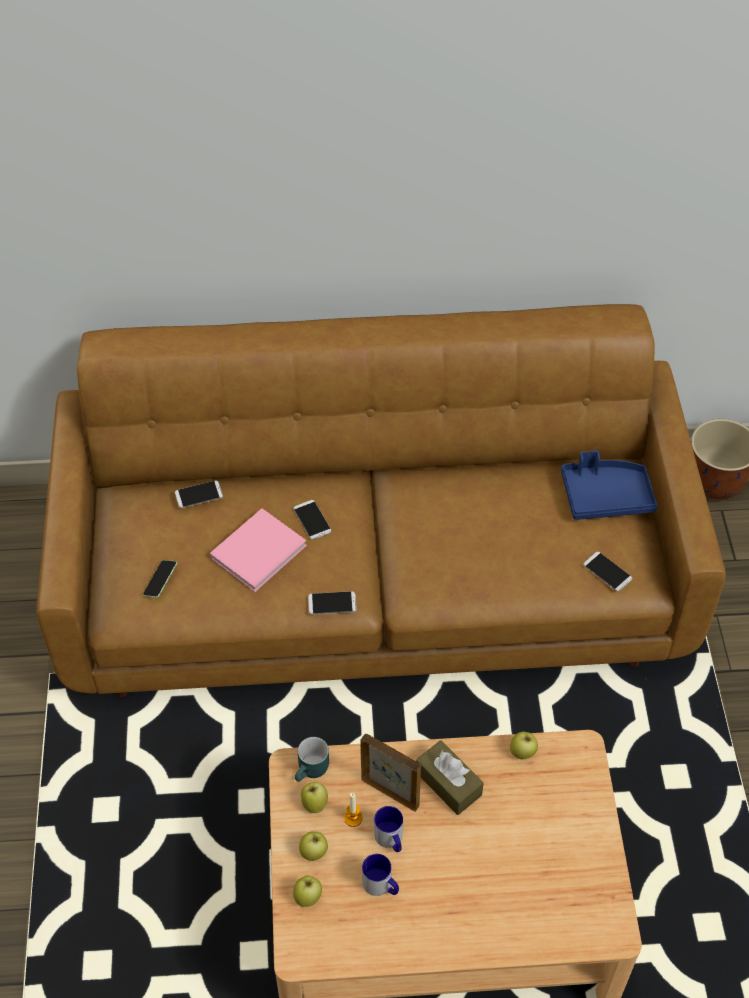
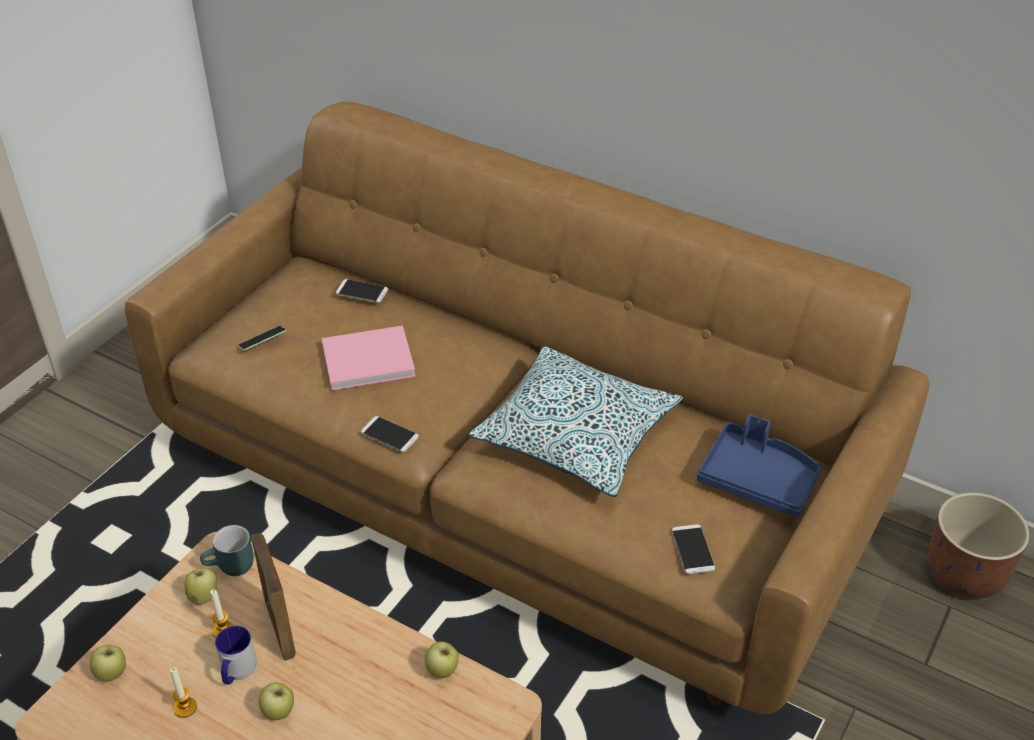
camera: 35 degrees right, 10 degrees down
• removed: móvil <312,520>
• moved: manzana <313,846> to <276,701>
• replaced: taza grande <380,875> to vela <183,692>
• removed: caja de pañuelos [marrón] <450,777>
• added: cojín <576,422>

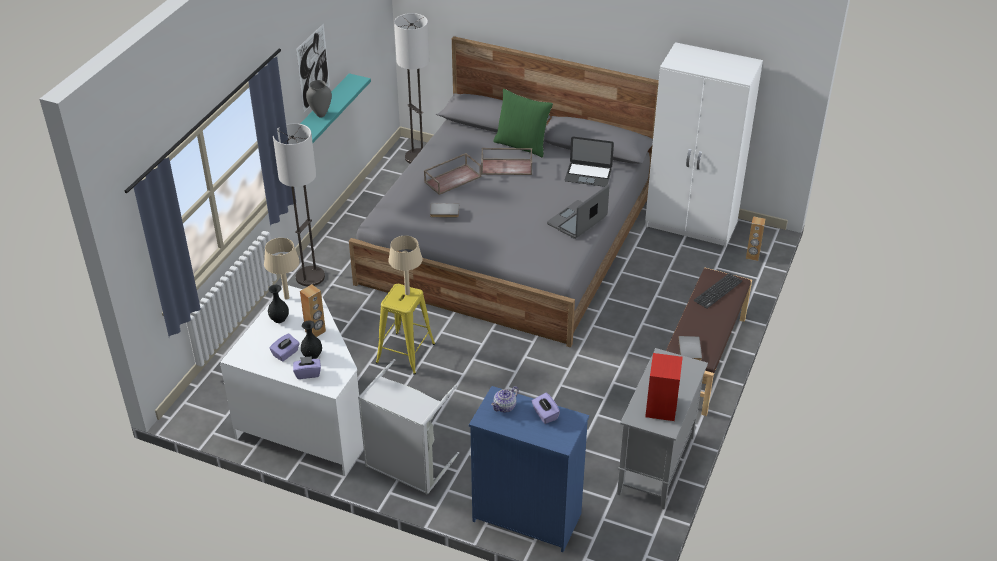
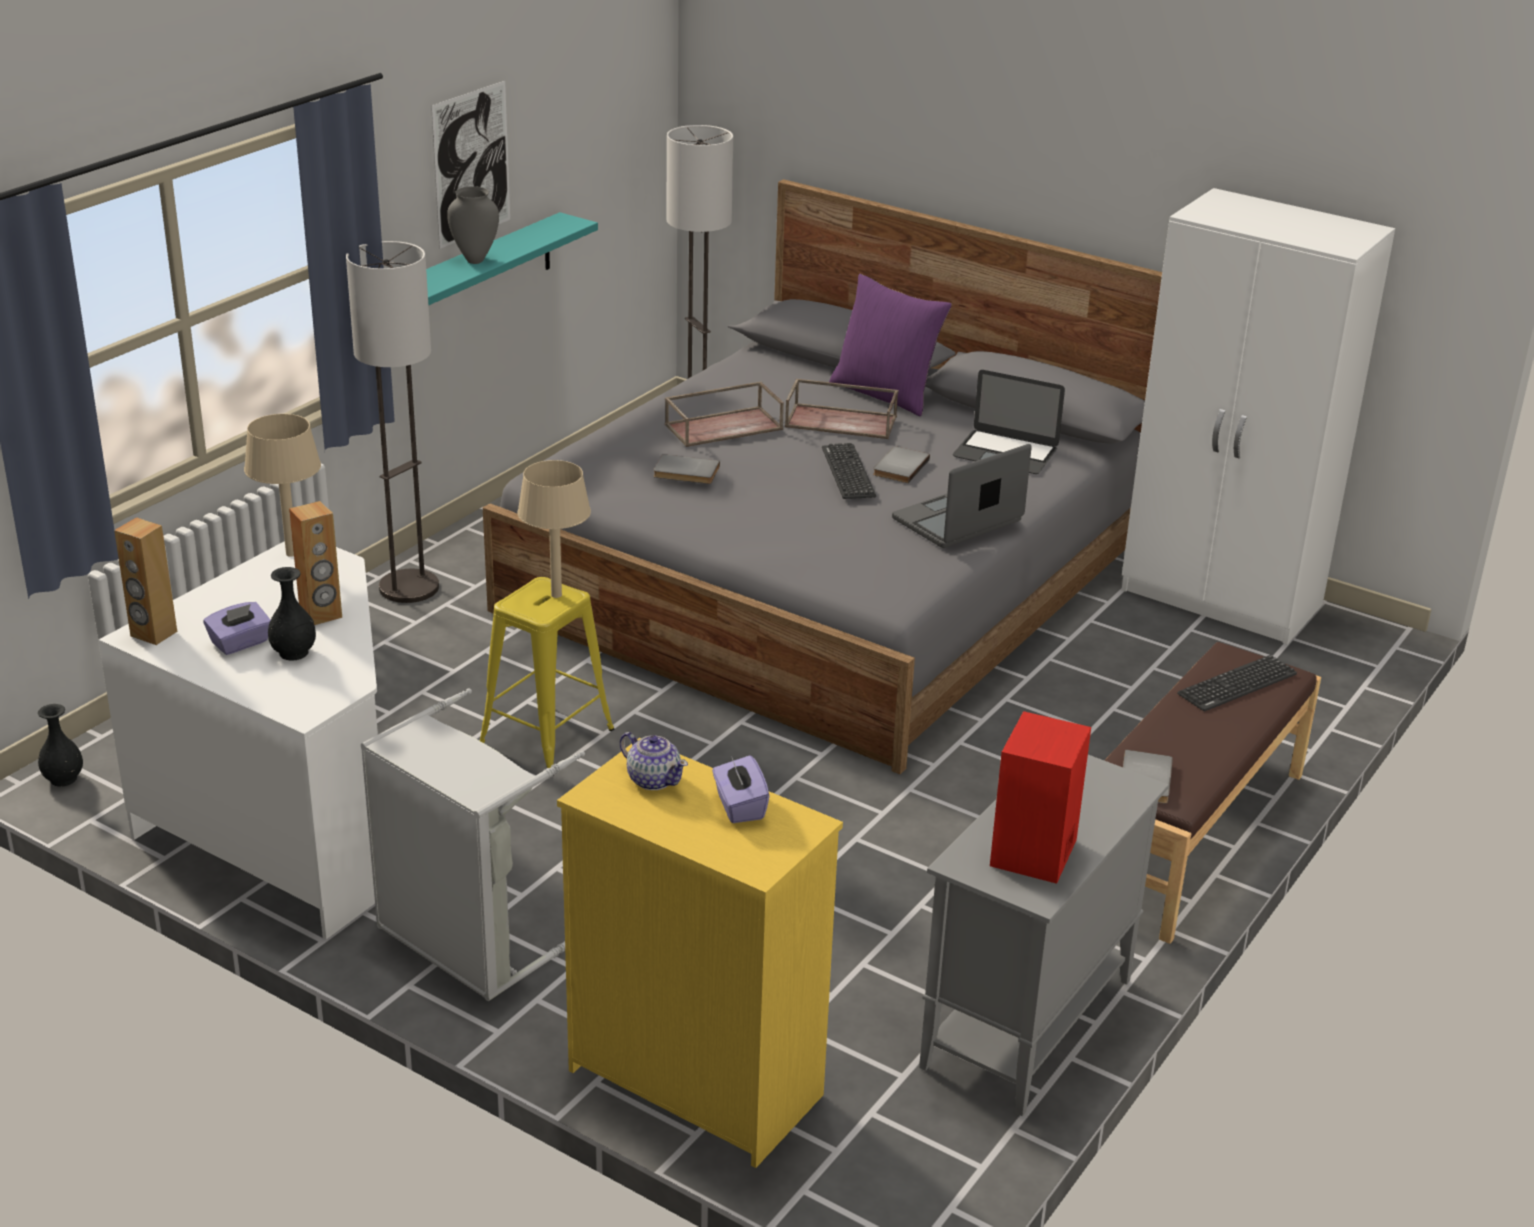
camera: 10 degrees right, 10 degrees down
• moved: florero [negro] <278,304> to <60,745>
• removed: caja de pañuelos [morado] <307,367>
• recoloured: cómoda [azul] <529,469> to cómoda [amarillo] <700,953>
• turned: tetera <505,399> = <654,761> 105 degrees counterclockwise
• recoloured: cojín [verde] <523,123> to cojín [morado] <890,345>
• moved: altavoz [marrón] <755,238> to <145,581>
• added: teclado <849,471>
• added: libro [gris] <901,464>

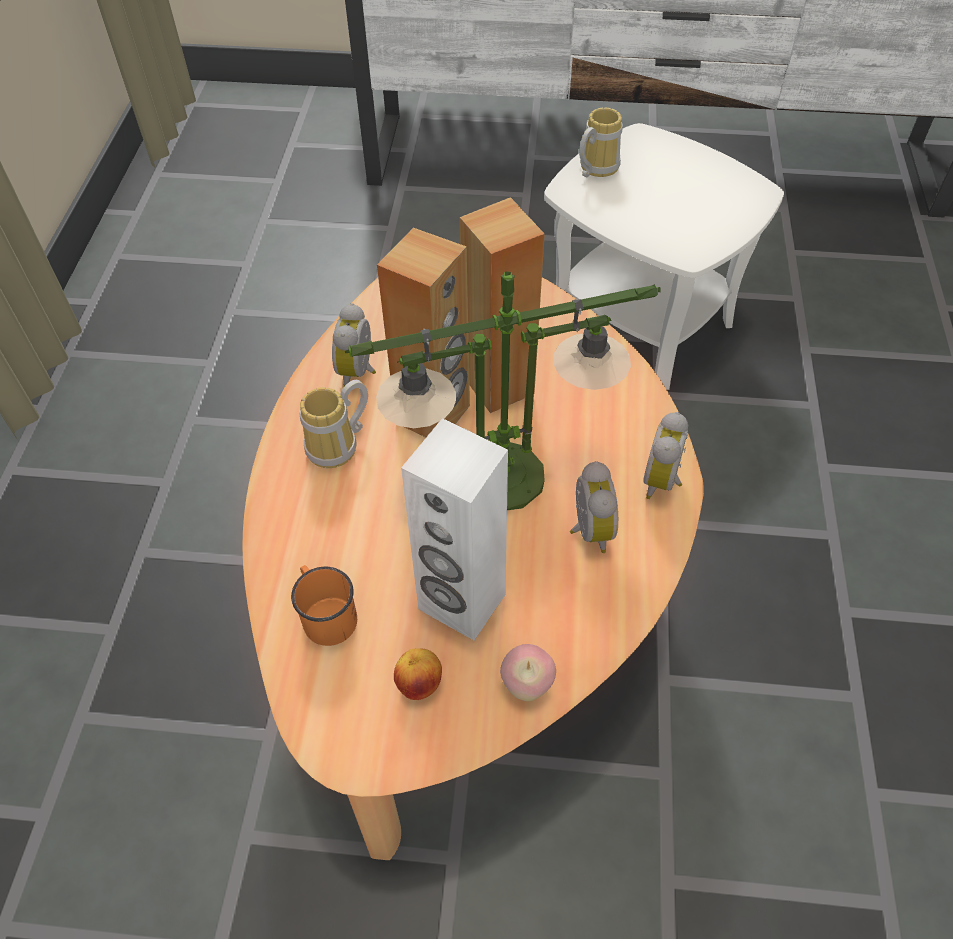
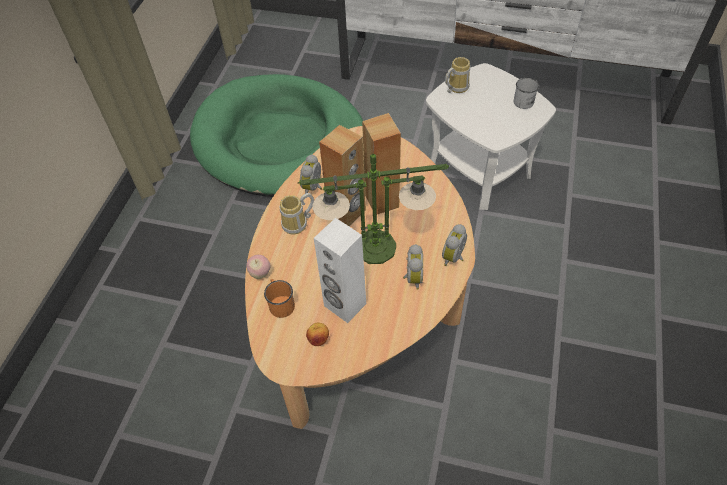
camera: 10 degrees right, 0 degrees up
• moved: manzana <528,672> to <258,267>
• added: cama para perro [verde] <276,135>
• added: taza grande [blanco] <526,93>

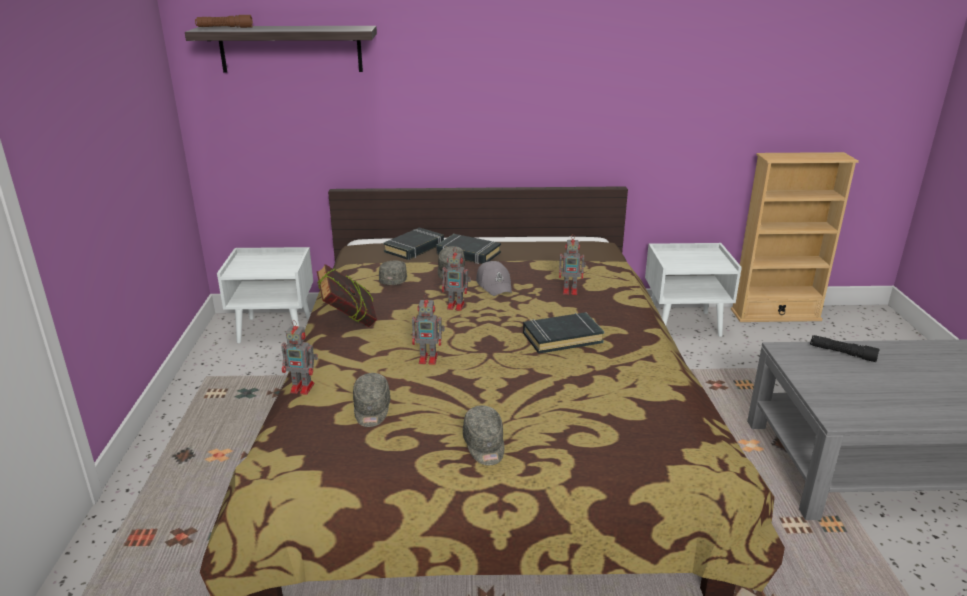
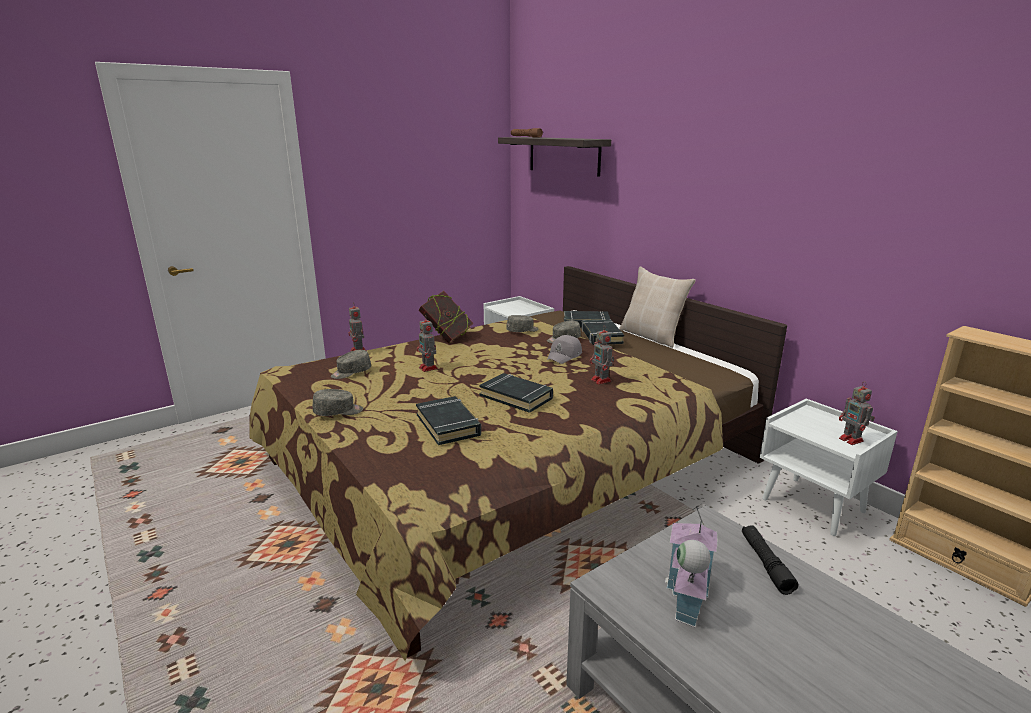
camera: 55 degrees right, 5 degrees down
• moved: robot de juguete <456,279> to <857,413>
• turned: gorra [gris] <483,435> = <338,402> 150 degrees counterclockwise
• added: libro [negro] <448,420>
• added: cojín [beis] <657,307>
• added: casita <691,566>

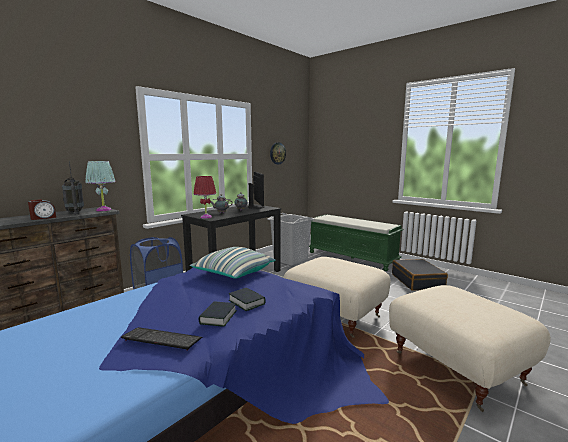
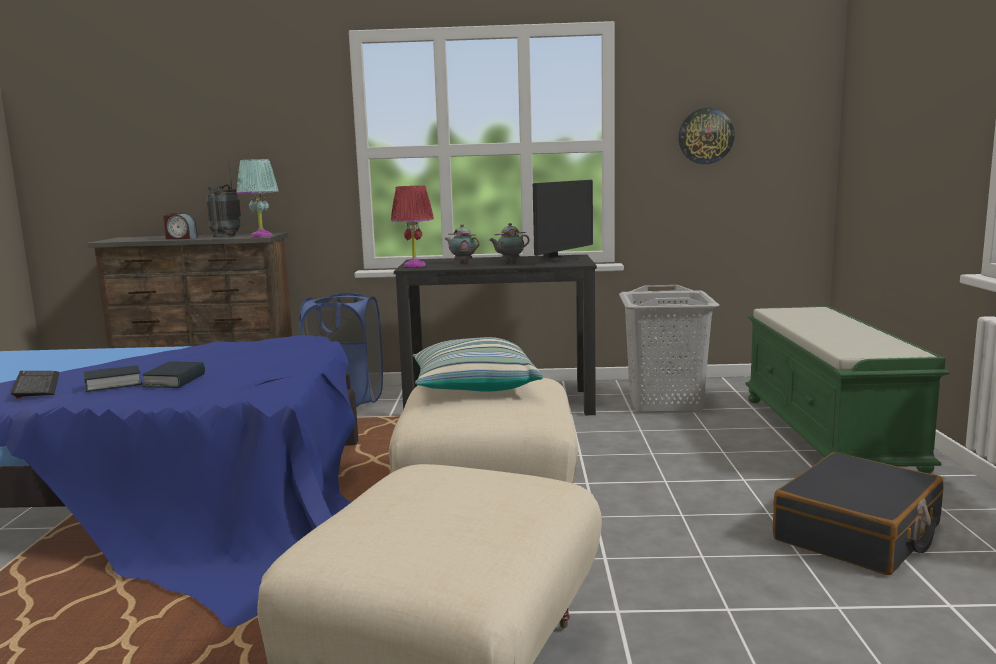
camera: 50 degrees right, 0 degrees up
• moved: cojín <233,263> to <478,364>

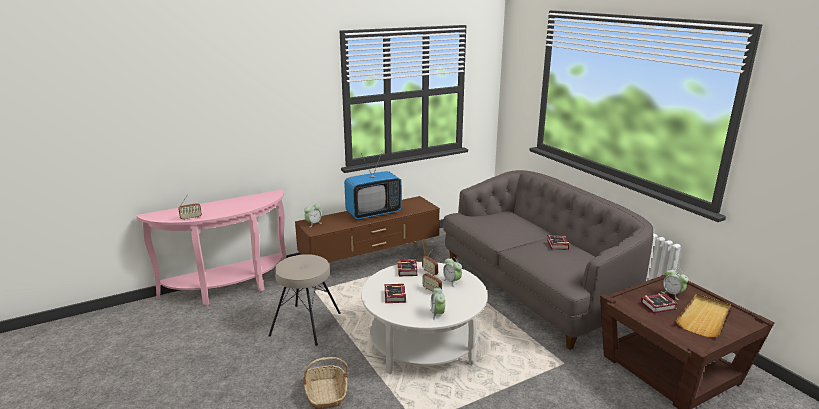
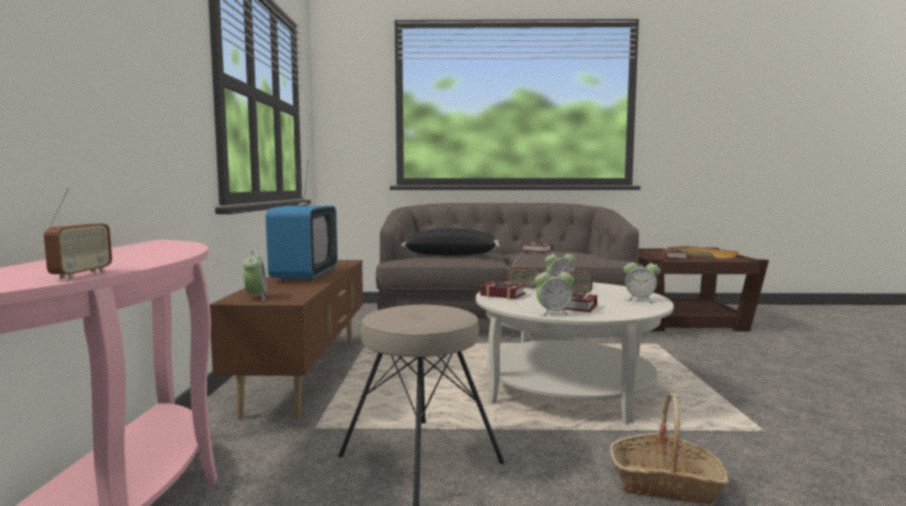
camera: 60 degrees left, 15 degrees down
• moved: despertador <675,284> to <554,291>
• added: cojín [negro] <451,242>

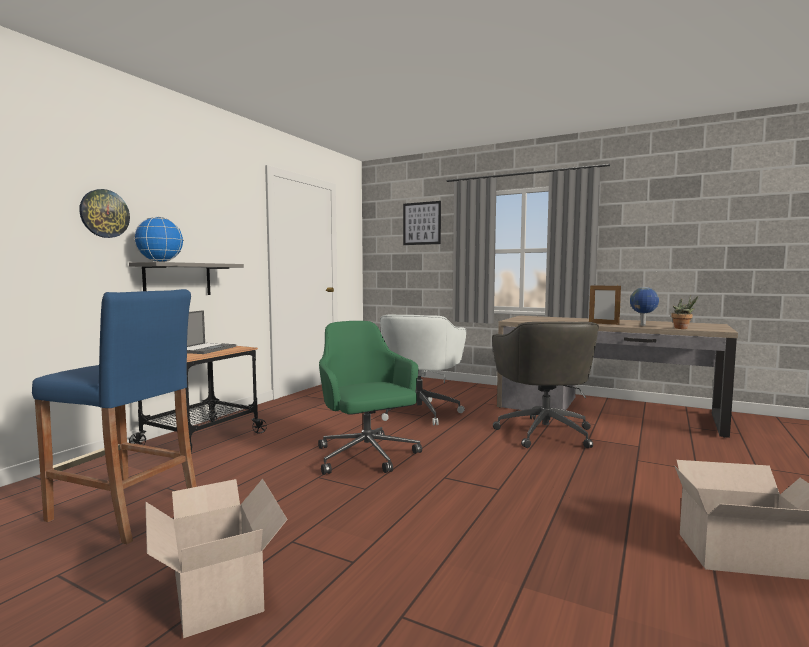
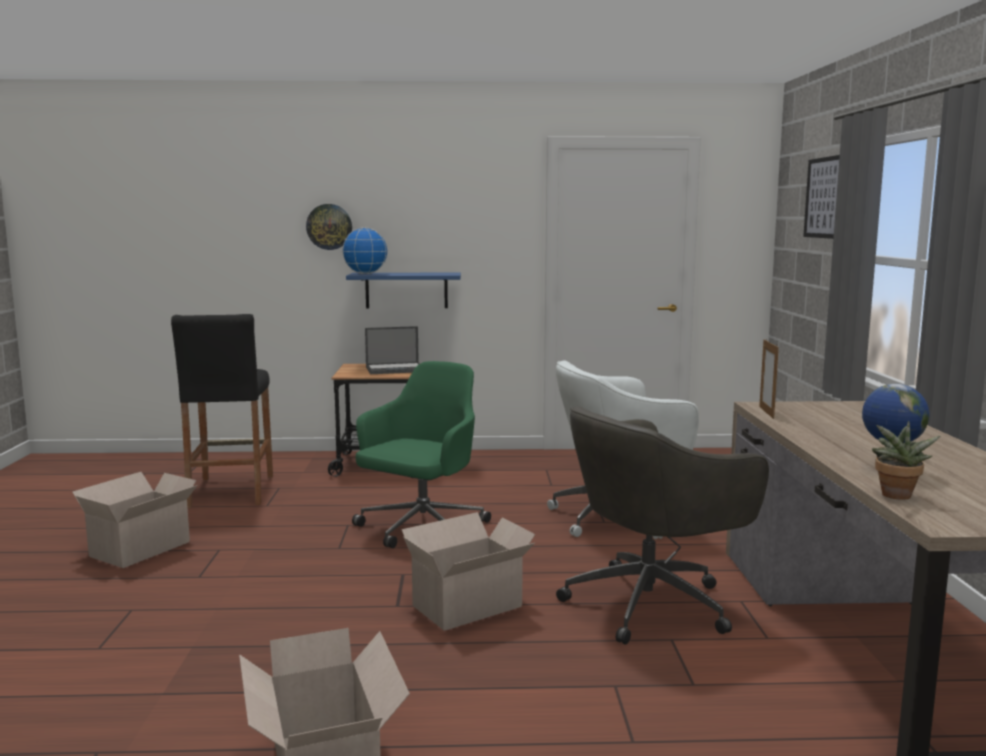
camera: 60 degrees right, 5 degrees up
• recoloured: taburete [azul] <114,416> to taburete [negro] <222,411>
• recoloured: estante [gris] <186,278> to estante [azul] <403,290>
• moved: portarretratos <605,304> to <769,379>
• added: caja de cartón <468,571>

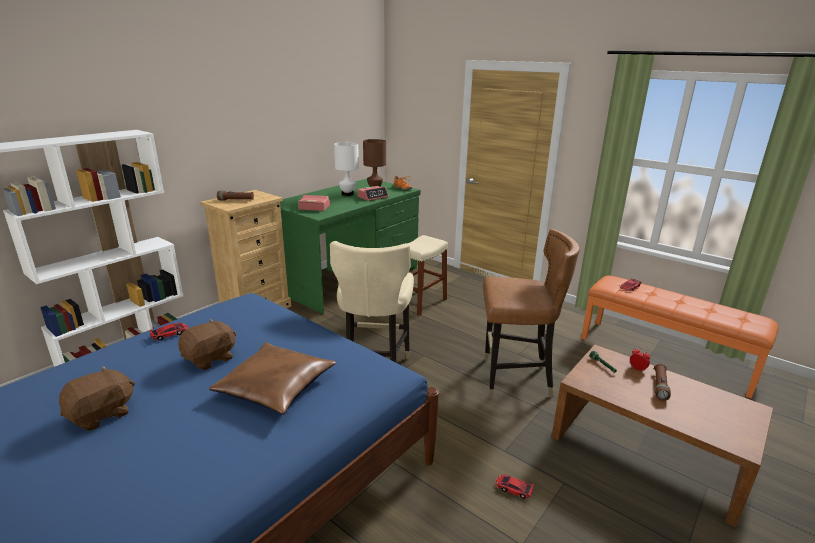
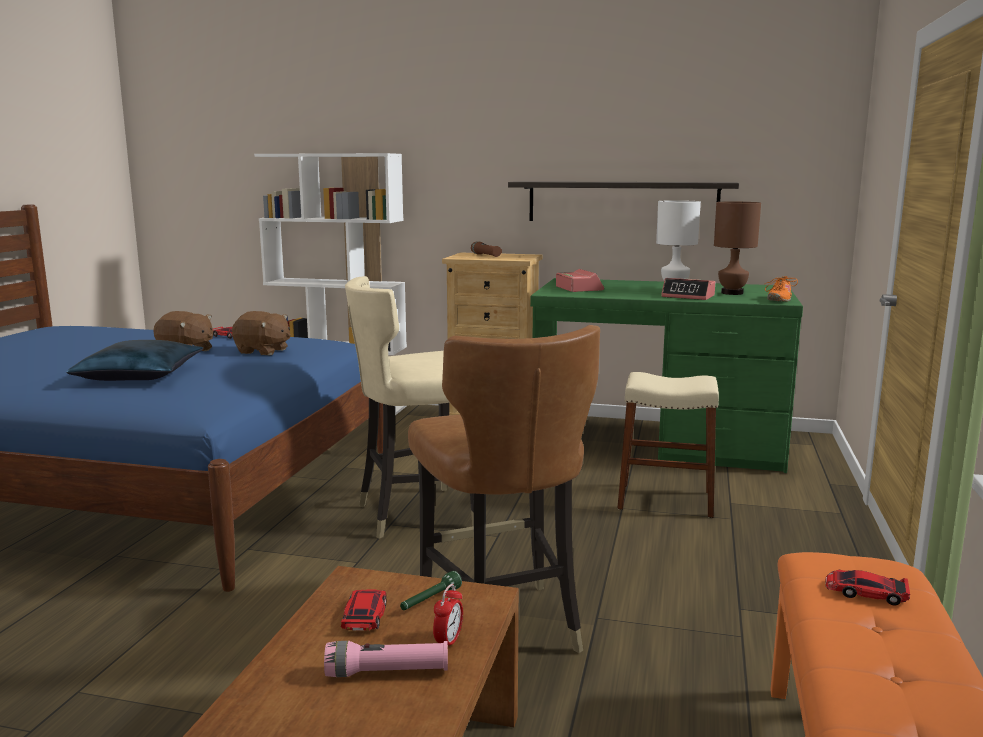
camera: 65 degrees right, 10 degrees down
• moved: peluche [marrón] <97,398> to <261,333>
• recoloured: cojín [marrón] <272,378> to cojín [azul] <135,360>
• moved: coche de juguete <514,486> to <364,610>
• recoloured: linterna [marrón] <662,382> to linterna [rosa] <386,659>
• added: estante <623,201>

